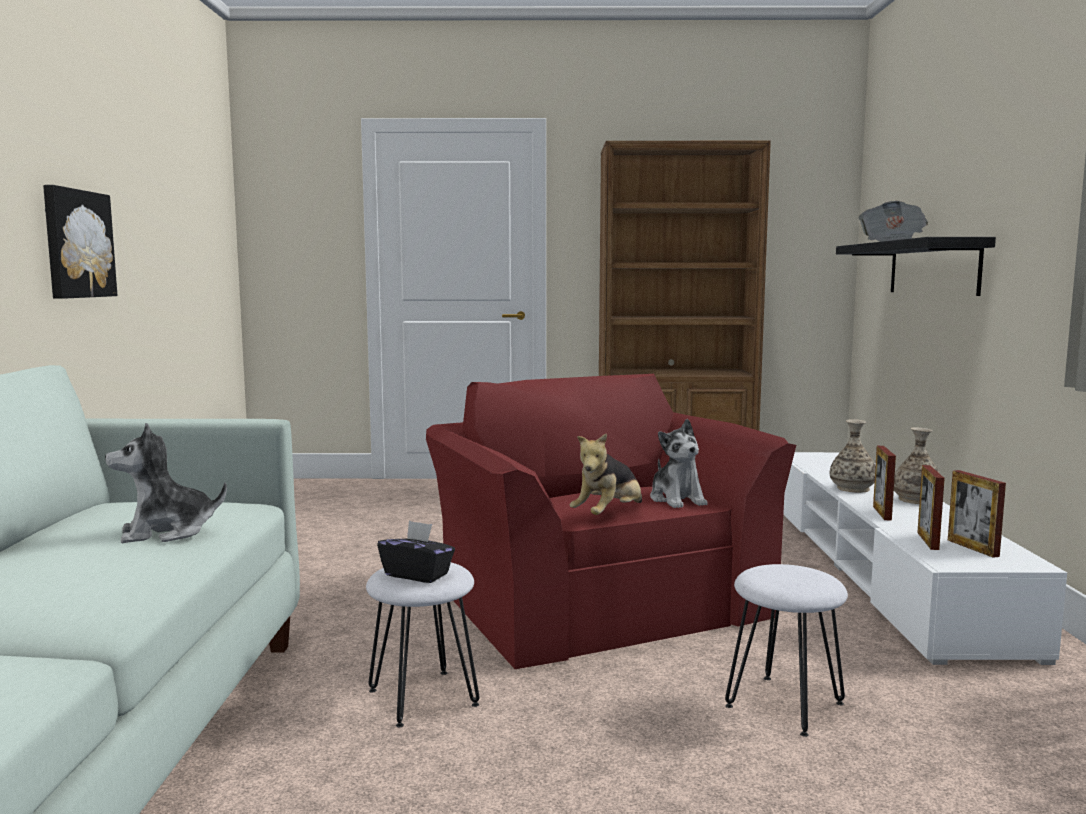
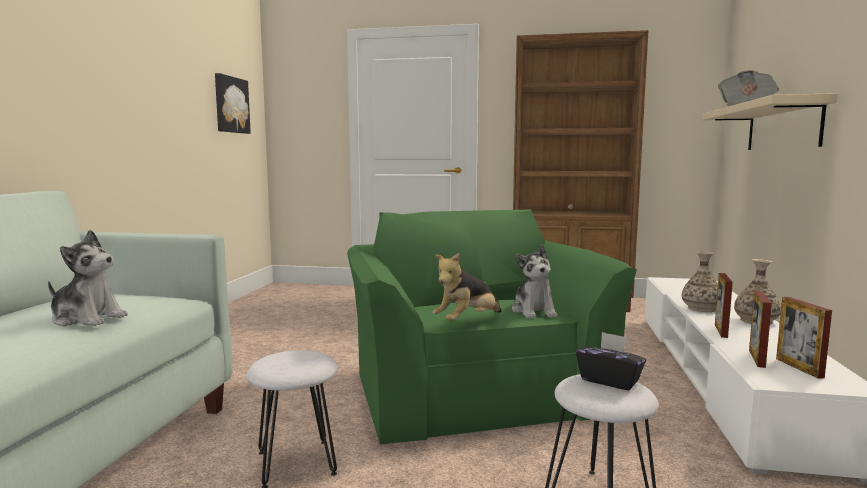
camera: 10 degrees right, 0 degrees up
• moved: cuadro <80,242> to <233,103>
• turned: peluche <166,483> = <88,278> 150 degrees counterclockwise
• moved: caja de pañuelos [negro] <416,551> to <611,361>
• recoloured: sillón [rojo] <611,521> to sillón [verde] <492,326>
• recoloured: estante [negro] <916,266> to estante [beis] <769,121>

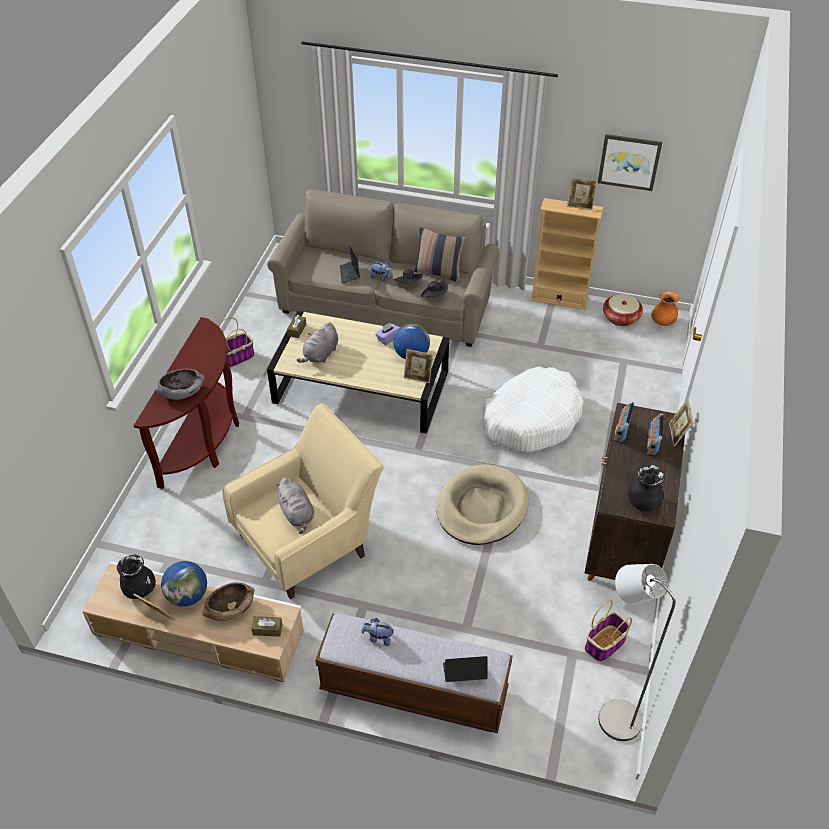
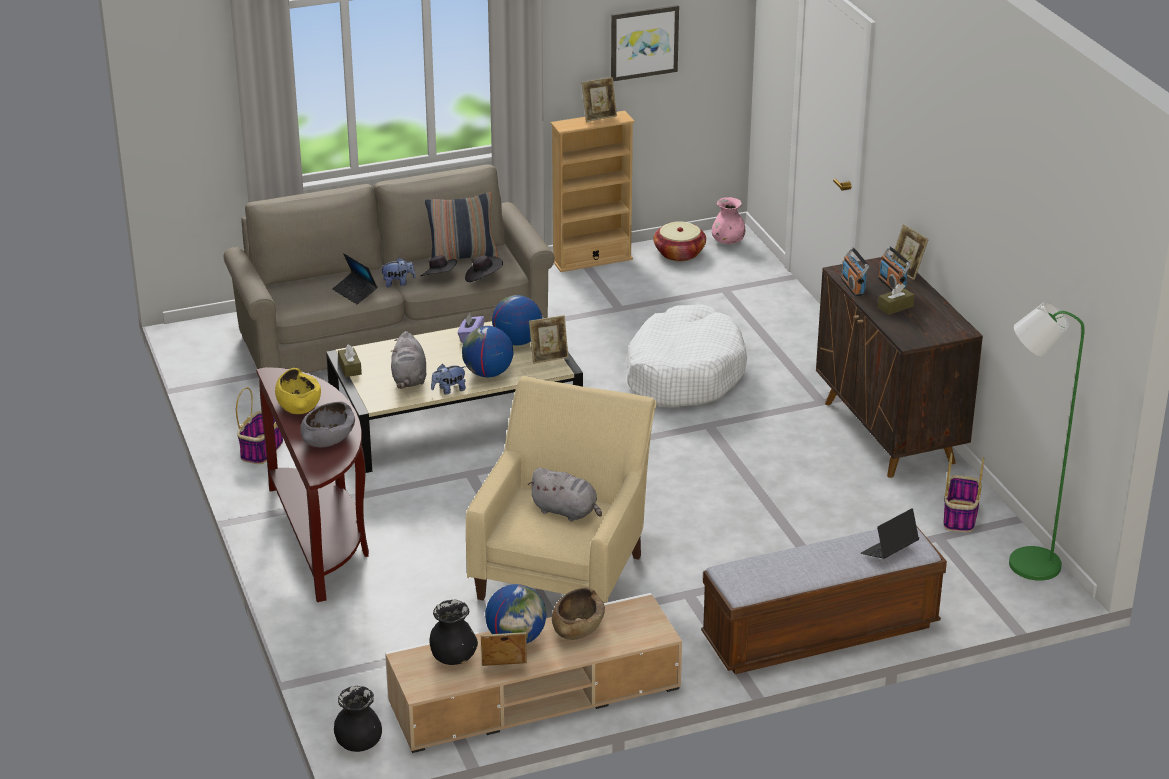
camera: 35 degrees left, 15 degrees down
• moved: caja de pañuelos [marrón] <266,626> to <896,299>
• moved: peluche <378,632> to <448,379>
• removed: cama para perro [beis] <483,504>
• recoloured: lámpara de pie [gris] <637,652> to lámpara de pie [verde] <1047,441>
• moved: florero [negro] <646,488> to <358,719>
• recoloured: florero [naranja] <665,308> to florero [rosa] <728,220>
• added: cuenco [amarillo] <298,391>
• added: globo terráqueo <487,351>

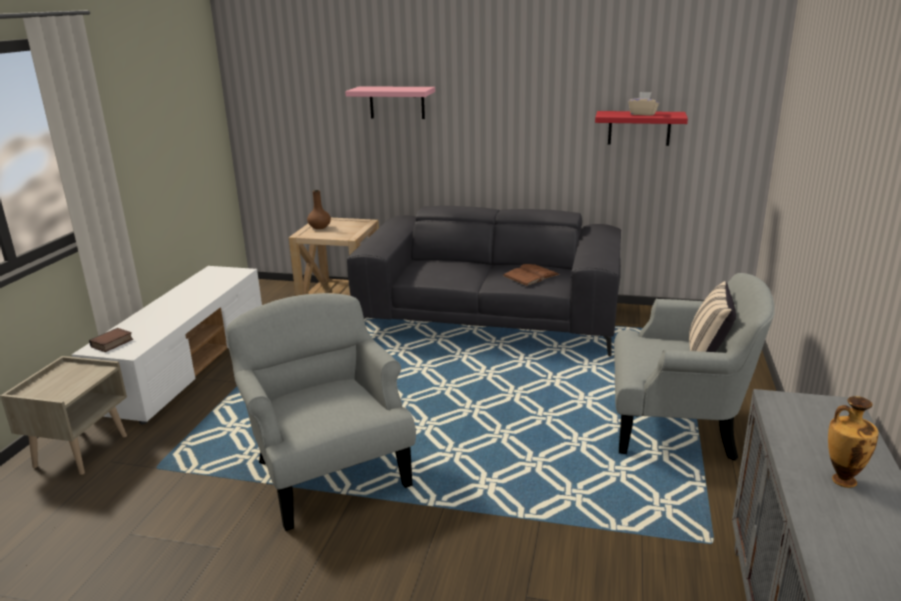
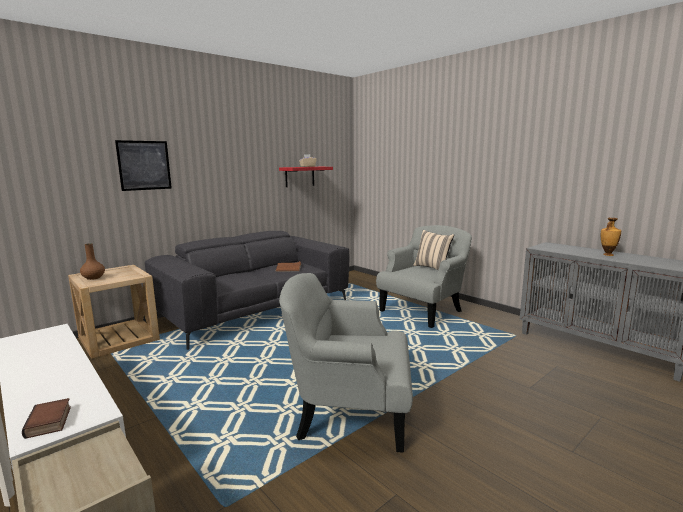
camera: 55 degrees left, 10 degrees down
• replaced: estante [rosa] <390,102> to cuadro <143,165>

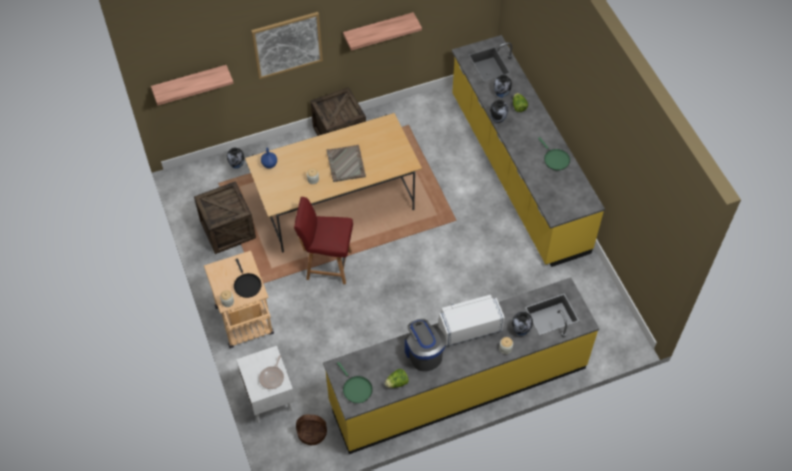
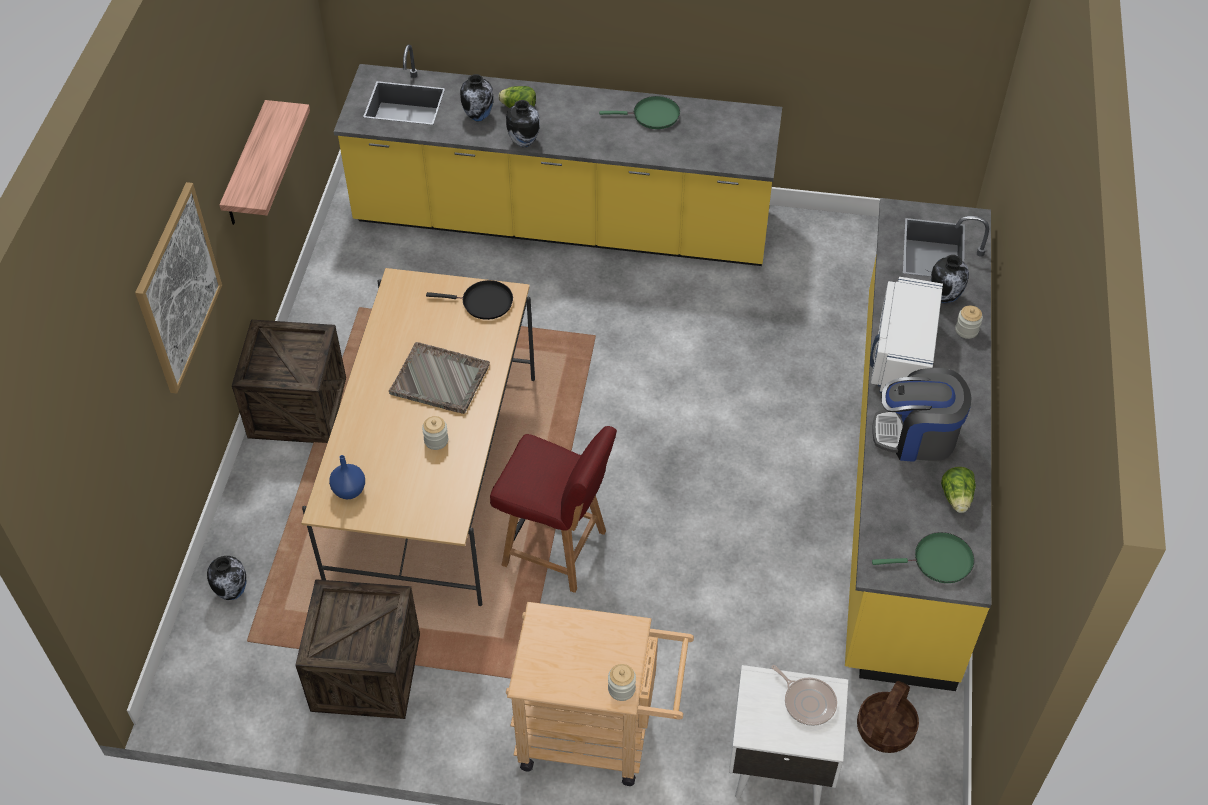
camera: 60 degrees left, 5 degrees down
• removed: estante <192,85>
• moved: sartén [negro] <248,278> to <469,300>
• turned: silla [rojo] <323,240> = <553,509> 105 degrees counterclockwise

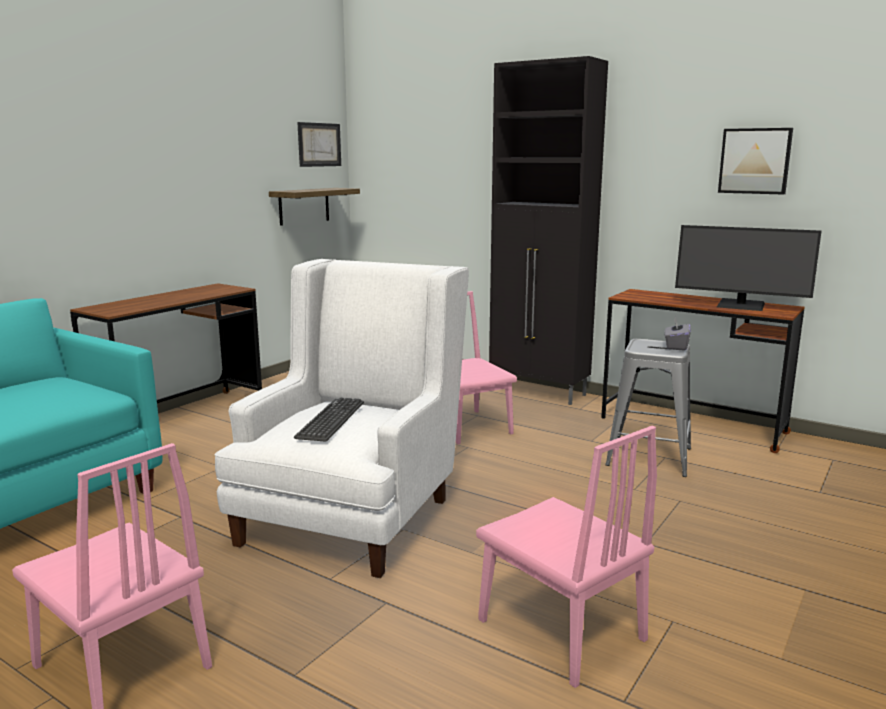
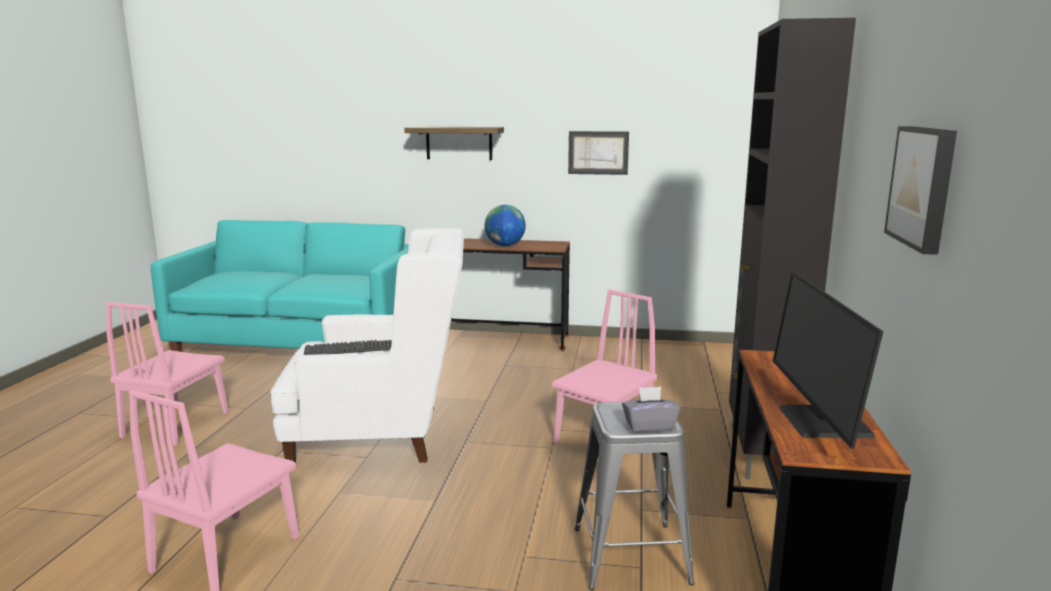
camera: 65 degrees right, 0 degrees up
• moved: estante <314,207> to <454,143>
• moved: cuadro <319,144> to <598,153>
• added: globo terráqueo <505,225>

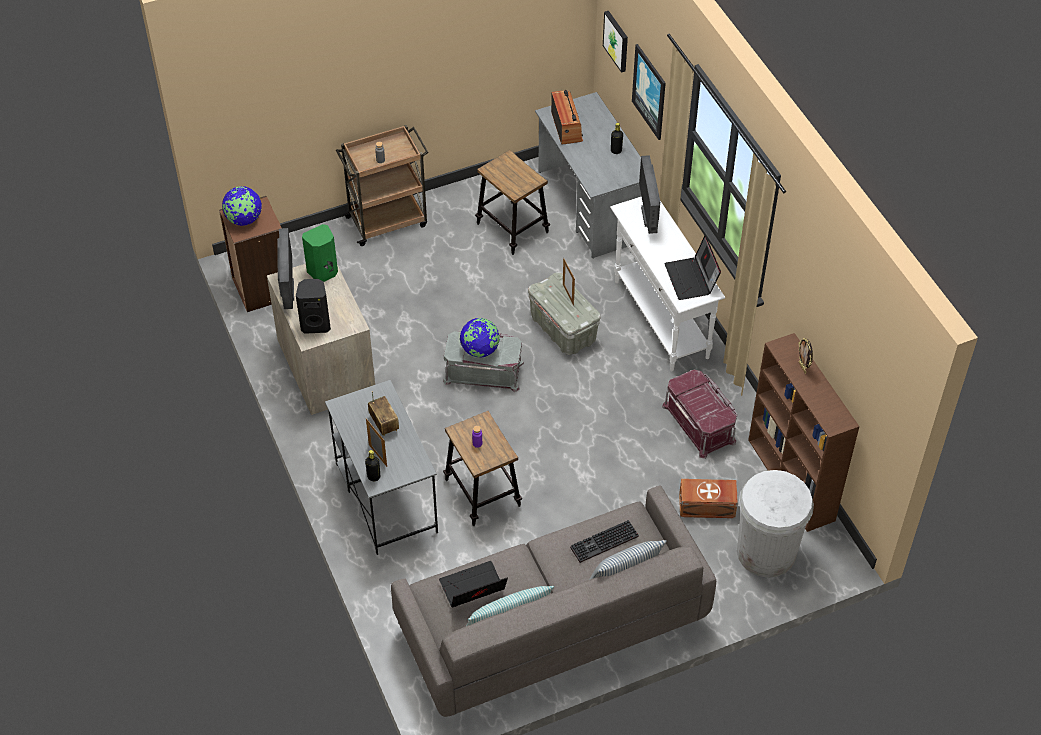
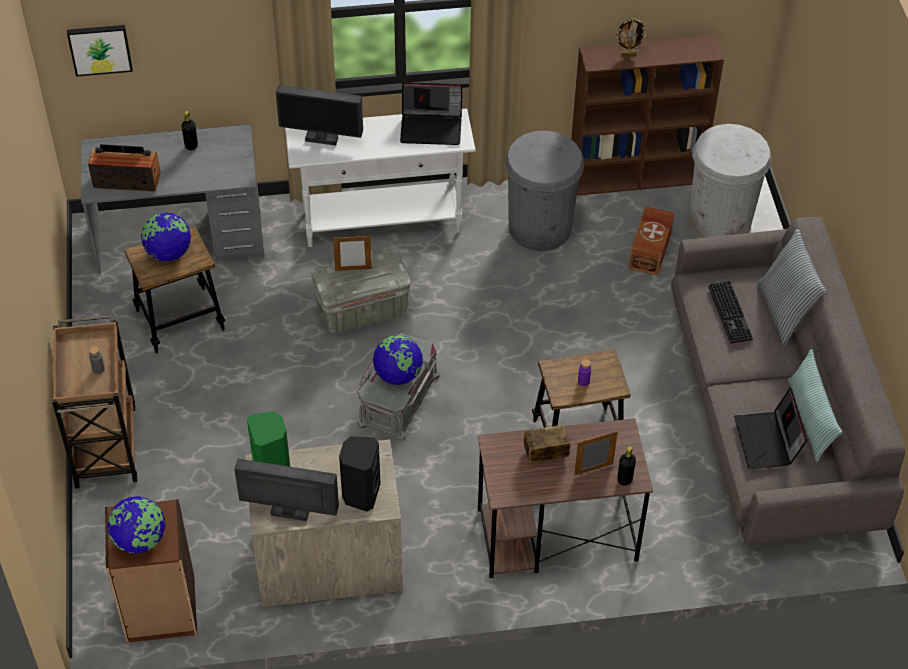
camera: 75 degrees left, 0 degrees up
• recoloured: escritorio [gris] <381,467> to escritorio [marrón] <565,498>
• removed: cuadro <649,92>
• replaced: caja de almacenaje [rojo] <700,414> to papelera [gris] <544,191>
• added: globo terráqueo <166,236>

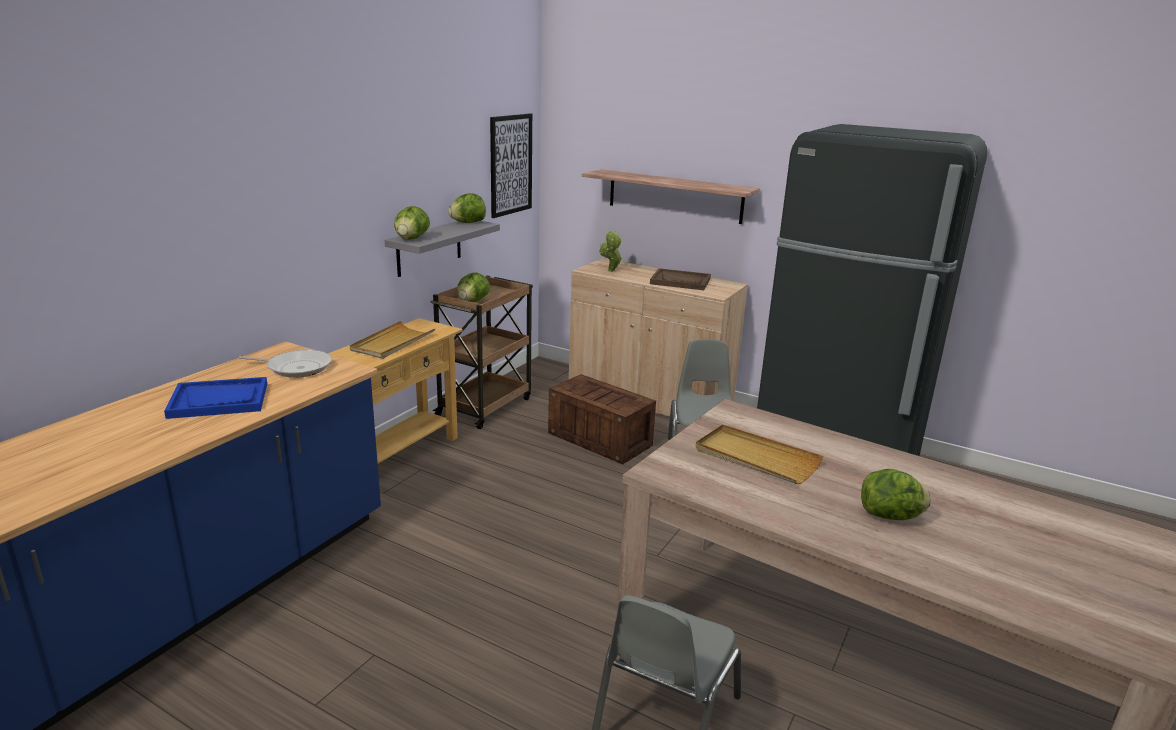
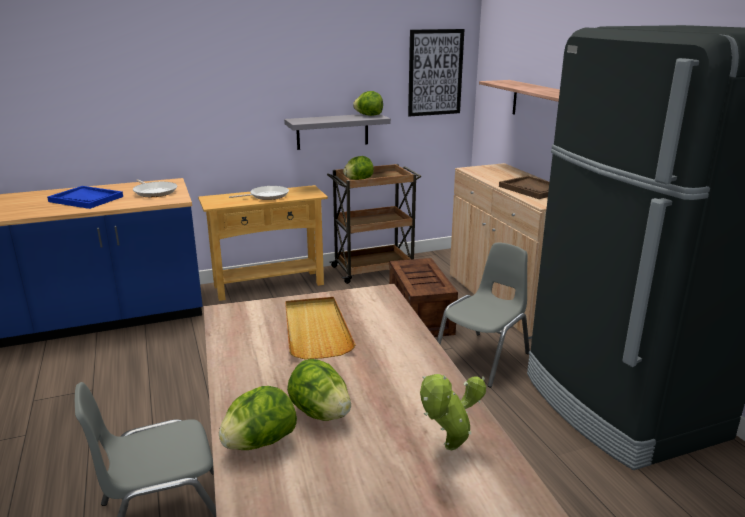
camera: 40 degrees right, 0 degrees up
• replaced: bandeja [beis] <393,340> to sartén <259,193>
• moved: lechuga <412,223> to <258,418>
• moved: planta en maceta <610,251> to <453,412>

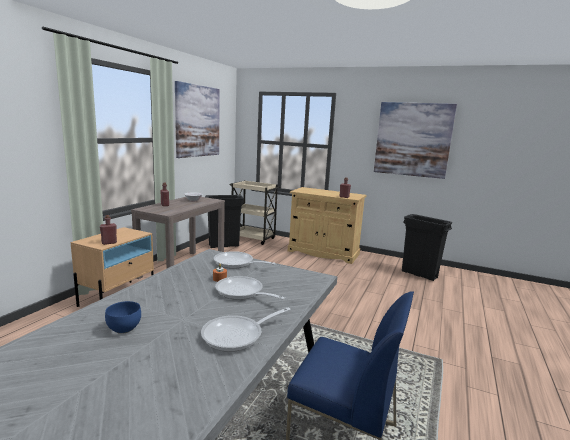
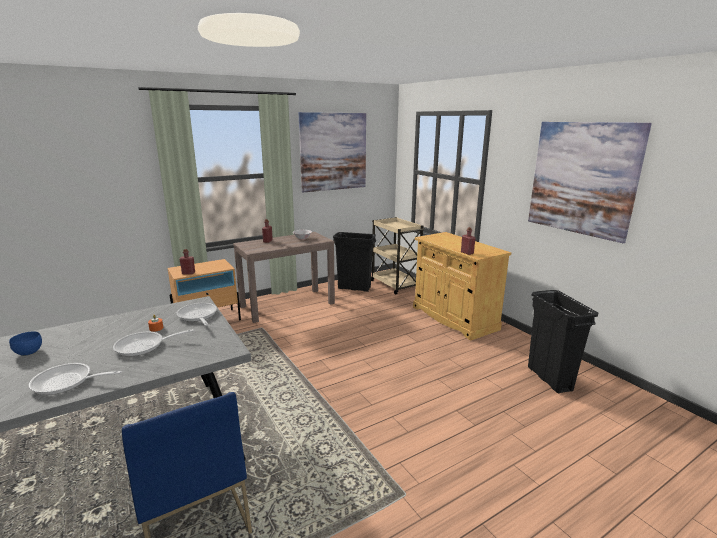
camera: 35 degrees right, 5 degrees up
• turned: sartén <250,288> = <153,342> 90 degrees counterclockwise

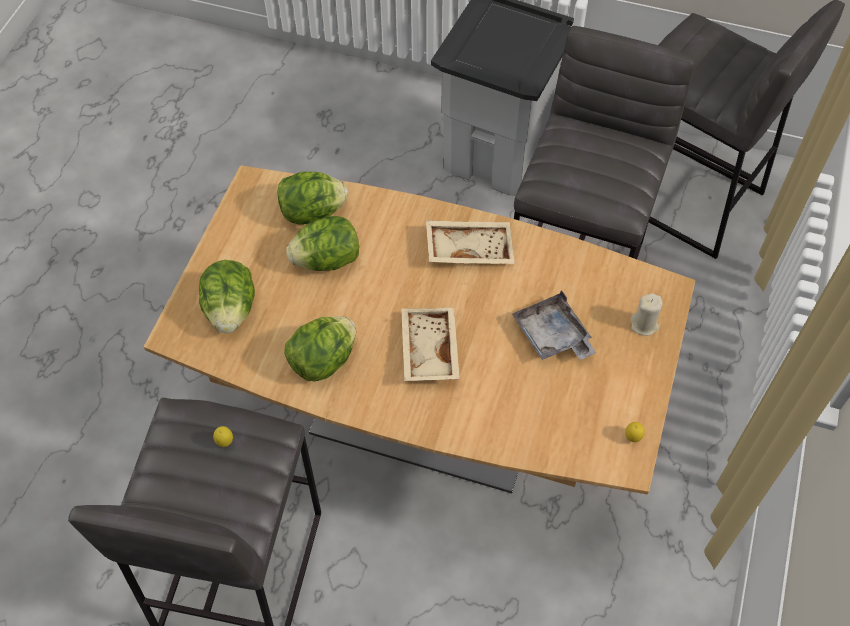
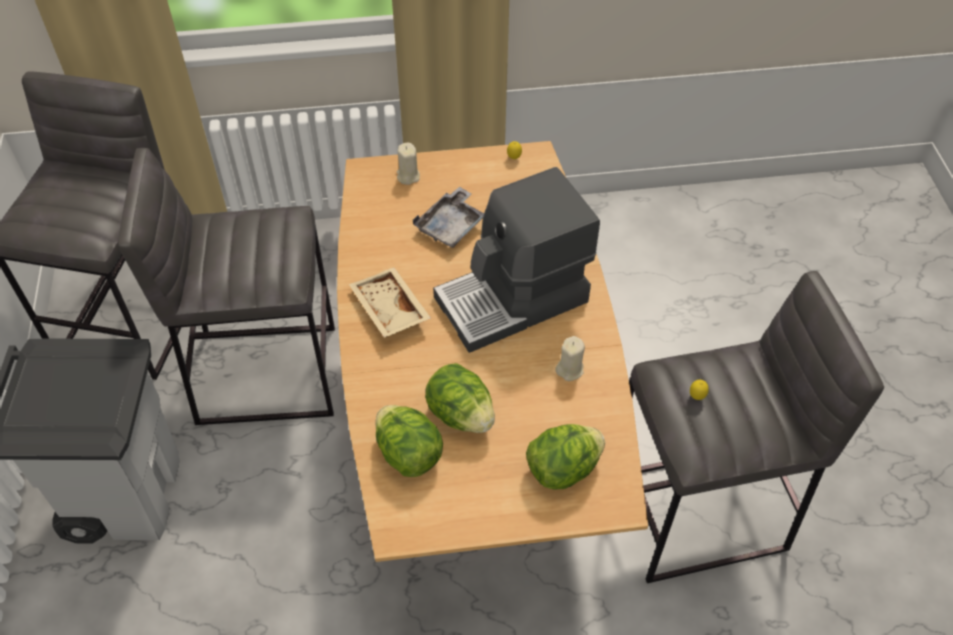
camera: 115 degrees left, 5 degrees down
• replaced: lechuga <320,348> to vela [beis] <570,358>
• replaced: bandeja [beis] <430,344> to cafetera <516,260>

